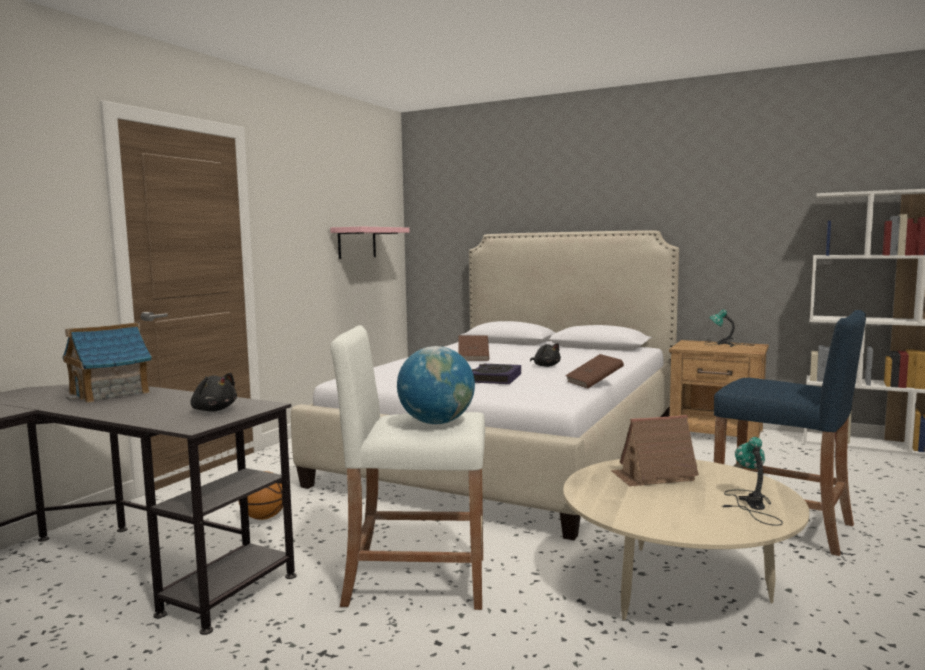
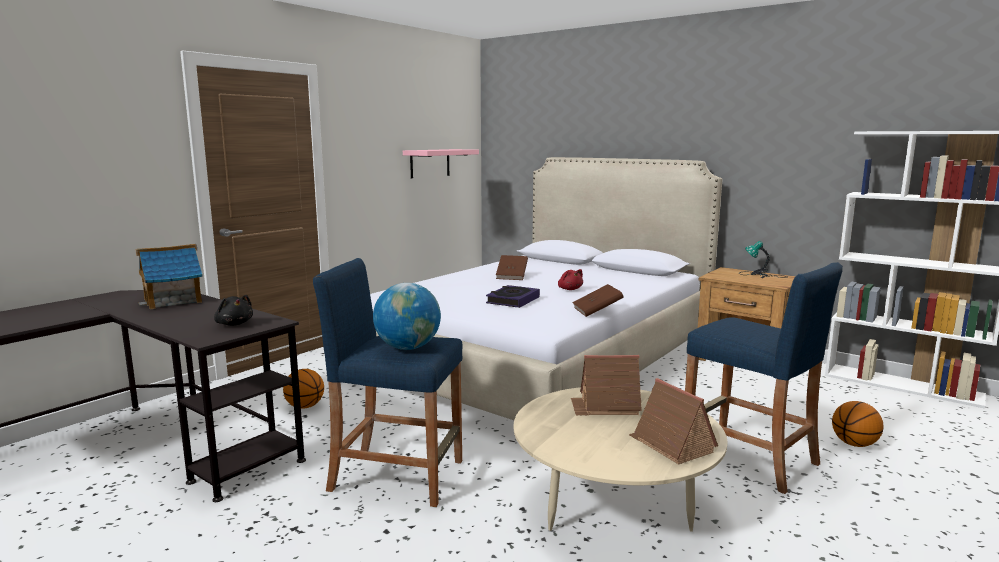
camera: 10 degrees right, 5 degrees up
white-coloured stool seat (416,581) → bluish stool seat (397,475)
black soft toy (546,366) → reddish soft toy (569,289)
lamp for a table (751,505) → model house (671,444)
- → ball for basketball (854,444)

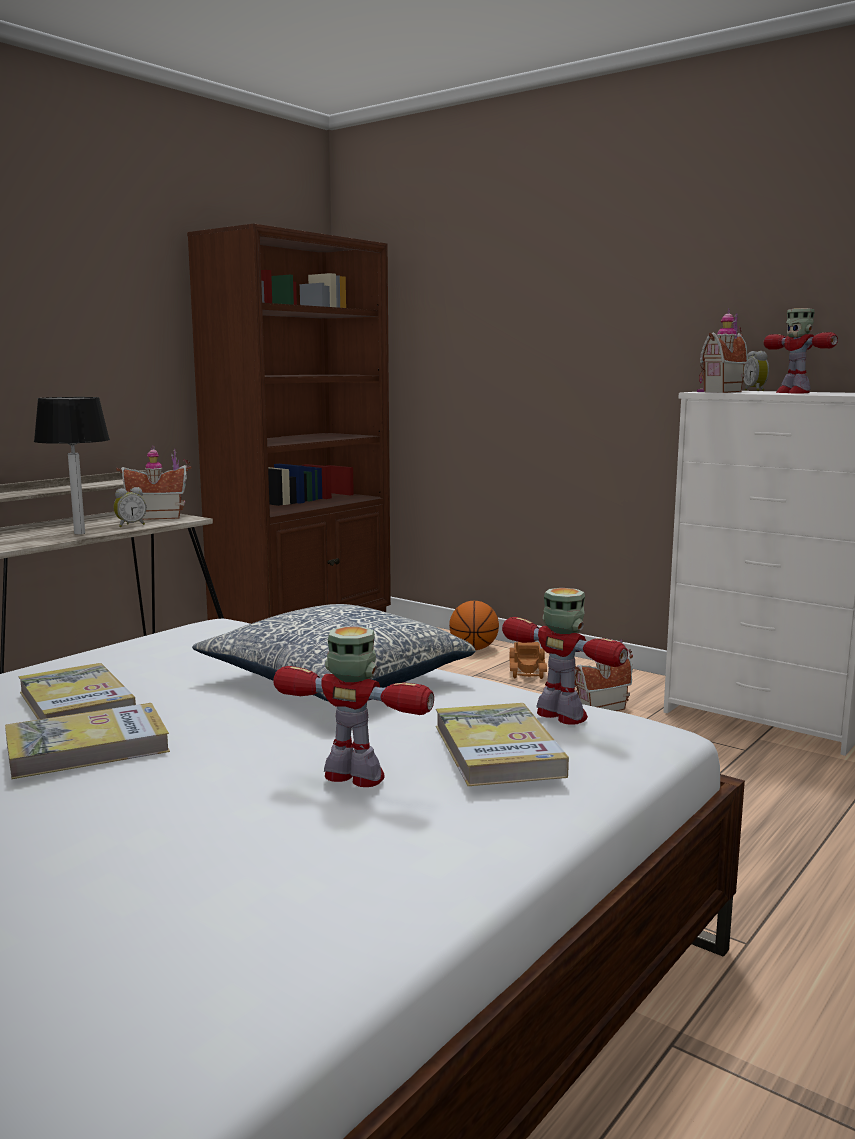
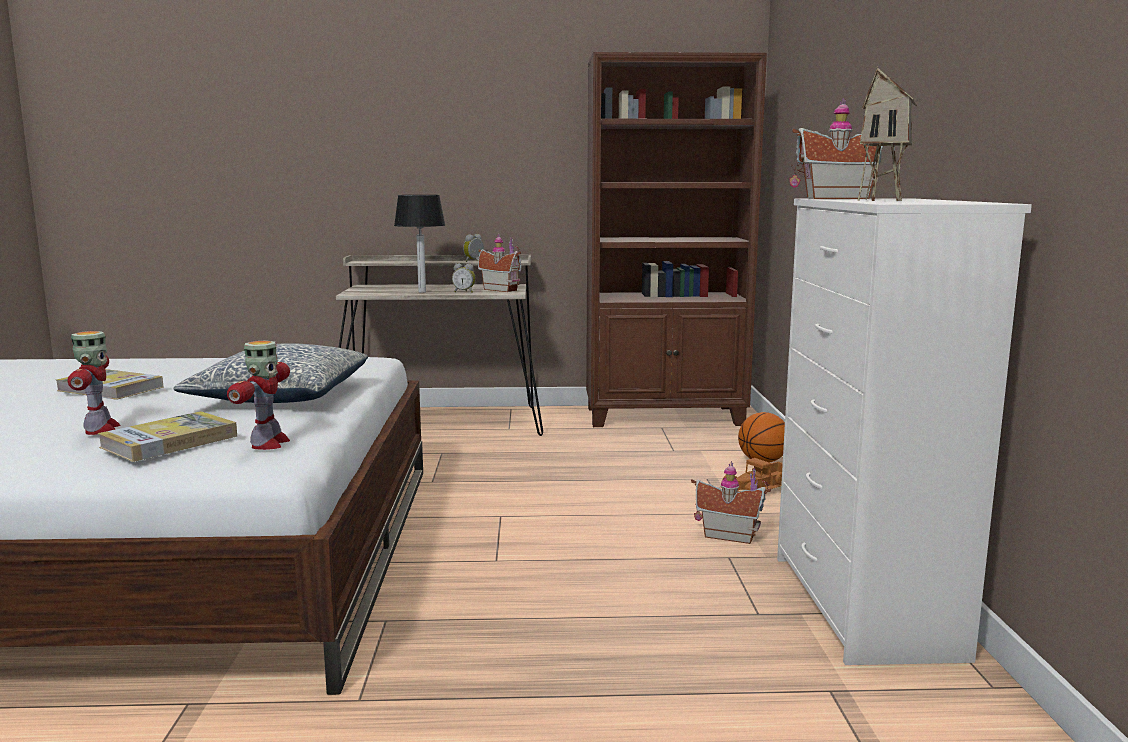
camera: 50 degrees right, 0 degrees up
book (76,703) → -
table clock (756,390) → table clock (474,261), relocated
model robot (792,393) → model house (884,200)

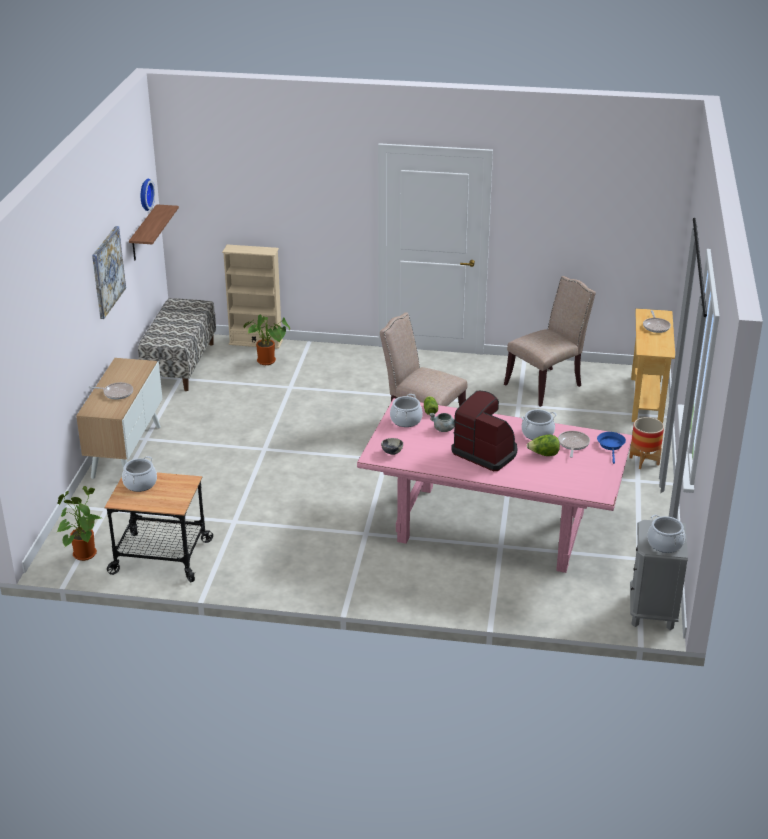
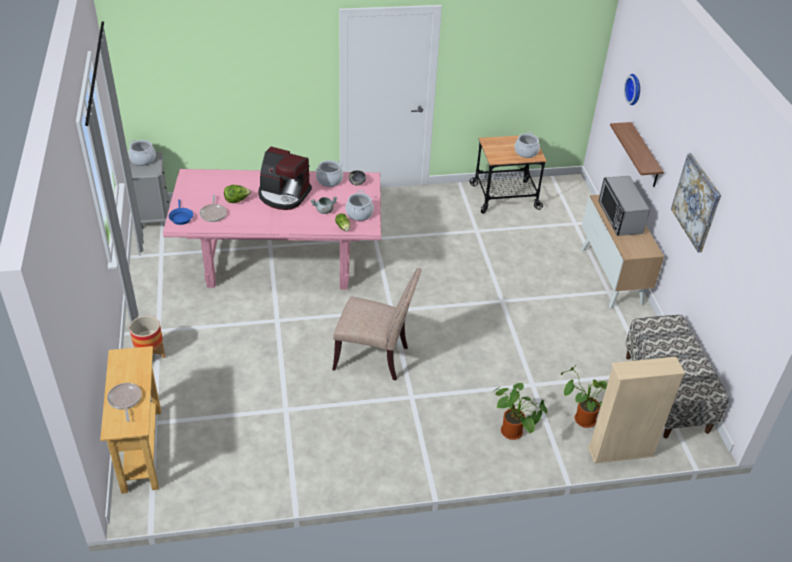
camera: 160 degrees right, 10 degrees up
houseplant (83,553) → houseplant (514,433), relocated
pan (116,393) → microwave oven (619,218)
wall shelf (144,233) → wall shelf (644,156), relocated
clock on the wall (144,194) → clock on the wall (635,89), relocated
beige upright chair (546,385) → -
stockpot (537,434) → stockpot (329,180), relocated

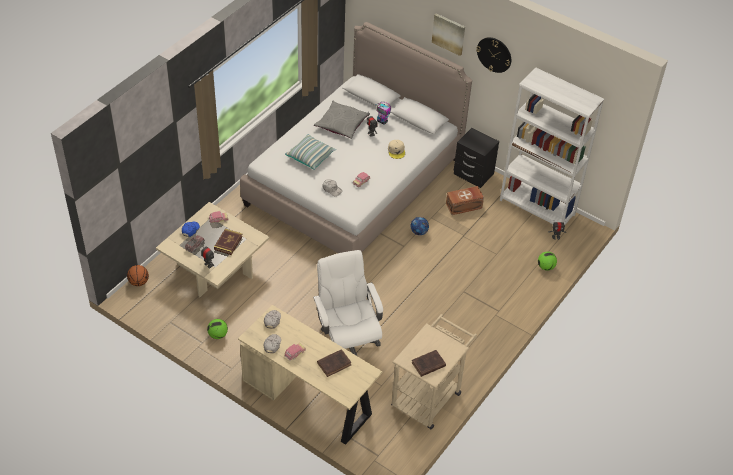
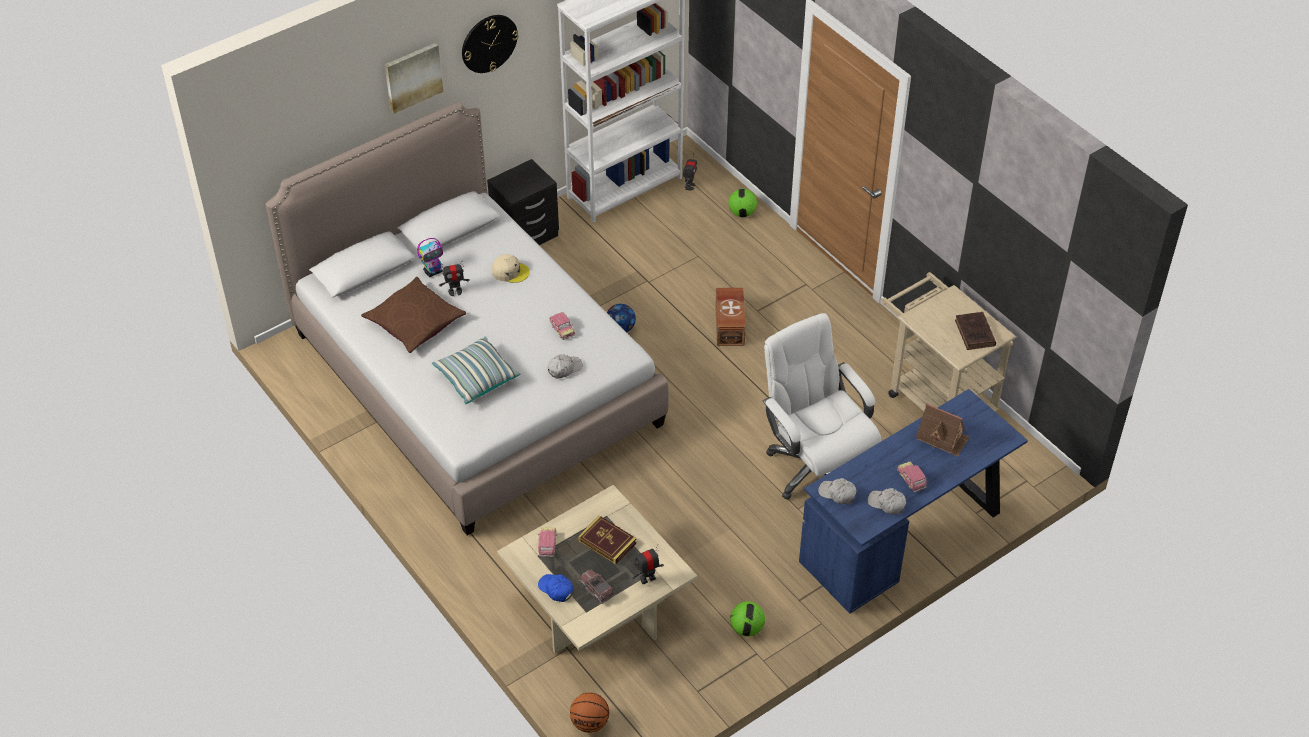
camera: 70 degrees left, 0 degrees up
beige desk table (309,398) → bluish desk table (905,536)
white-coloured office chair (347,343) → white-coloured office chair (814,467), 60 degrees clockwise
grey throw pillow (341,124) → brown-coloured throw pillow (414,322)
brown-coloured book (335,363) → model house (942,437)
brown-coloured storage bin (464,206) → brown-coloured storage bin (730,325), relocated

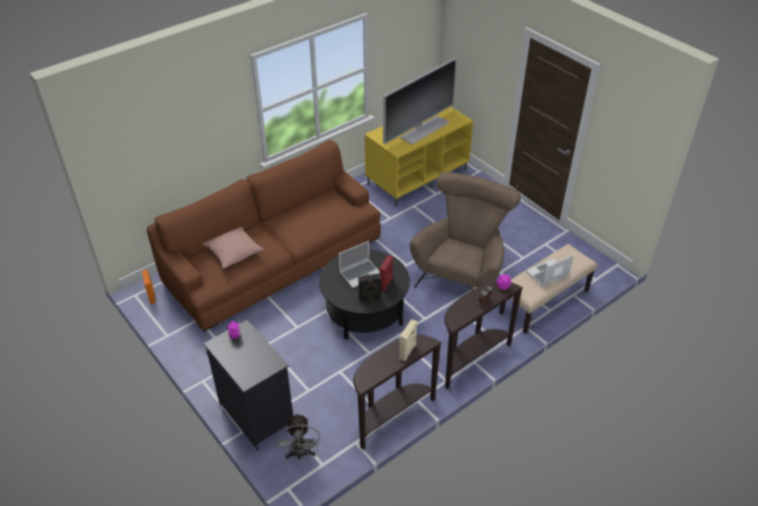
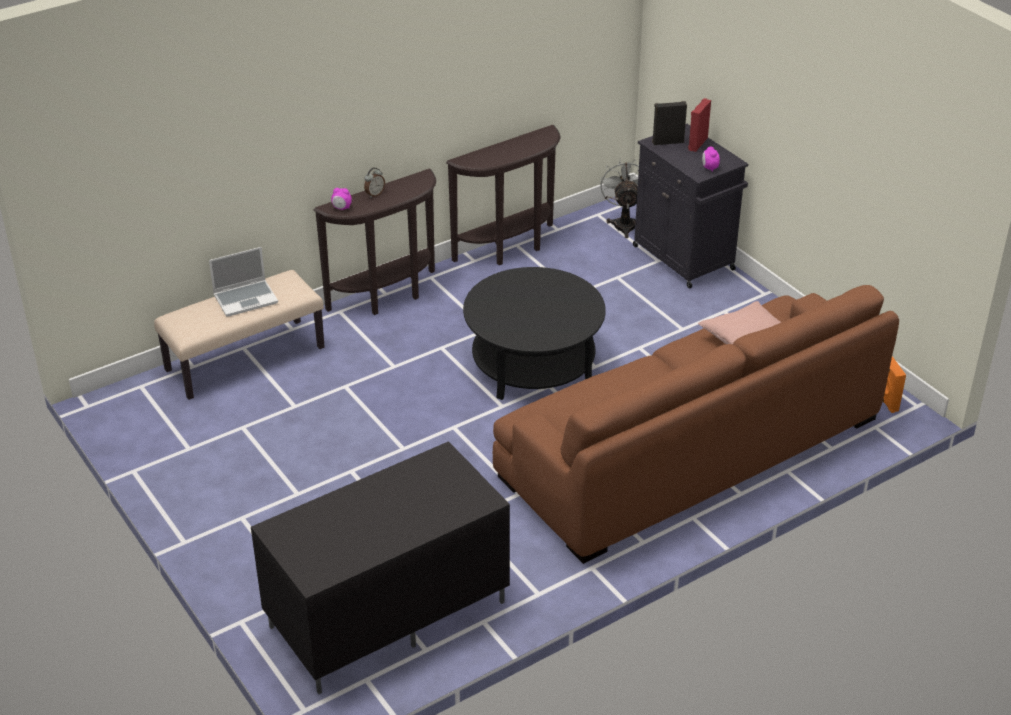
camera: 175 degrees left, 5 degrees down
notebook computer (360,274) → -
black speaker (370,298) → black speaker (667,141), relocated
yellow-coloured media console (417,176) → black media console (387,616)
reddish speaker (386,284) → reddish speaker (697,144), relocated
television (423,129) → -
beige speaker (408,352) → -
brown-coloured armchair (462,271) → -

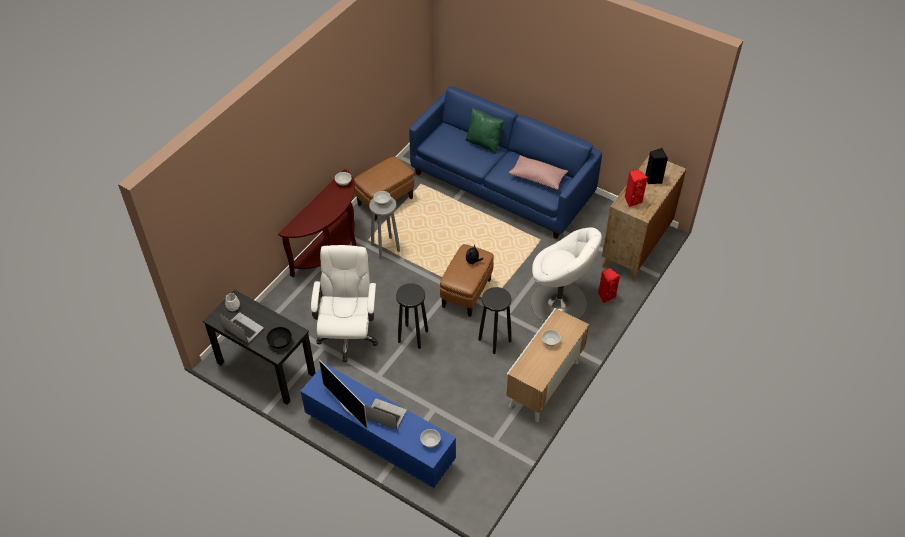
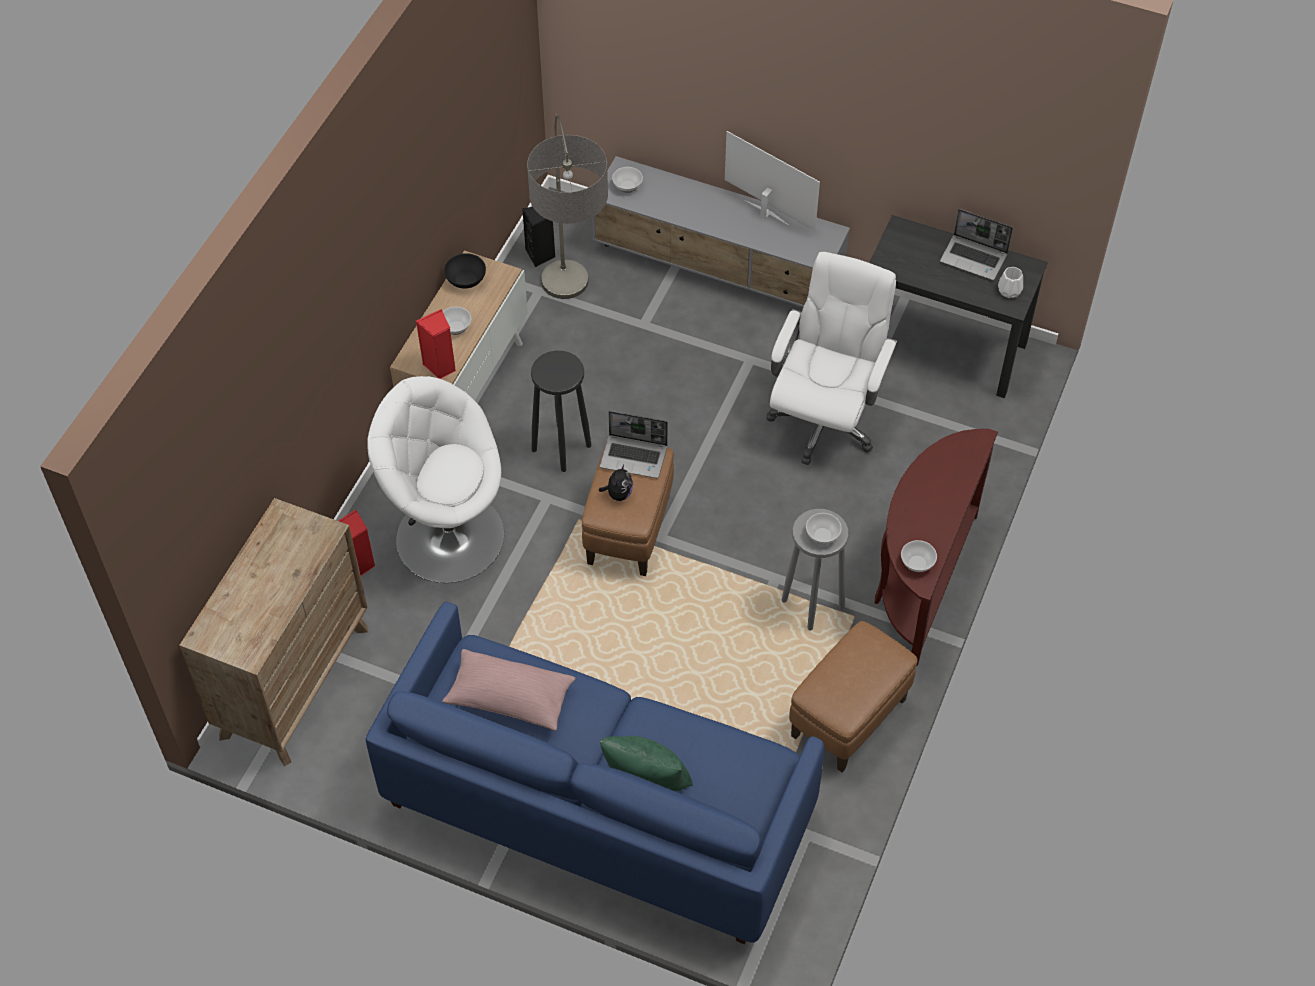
camera: 170 degrees right, 5 degrees up
black serving bowl (280,342) → black serving bowl (466,279), relocated
bluish media console (379,439) → grey media console (718,268)
white-coloured office chair (348,335) → white-coloured office chair (824,420), 150 degrees counterclockwise
notebook computer (385,415) → notebook computer (634,457), relocated
black stool seat (412,336) → -
reddish speaker (632,200) → reddish speaker (440,366), relocated
black speaker (653,179) → black speaker (541,255), relocated
- → standing lamp (572,324)

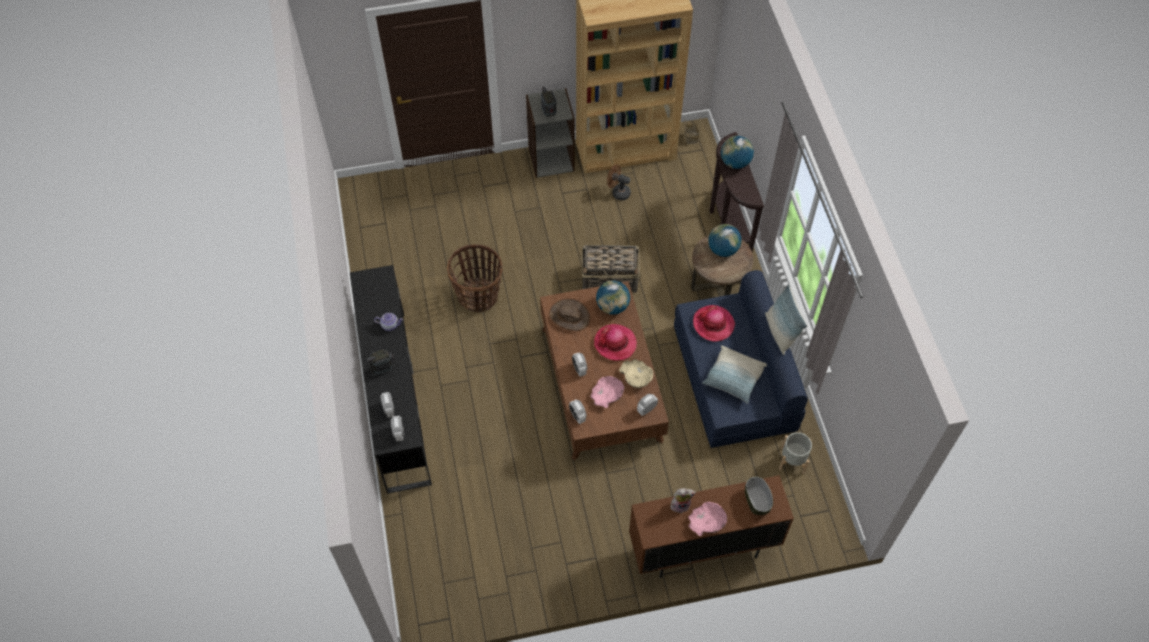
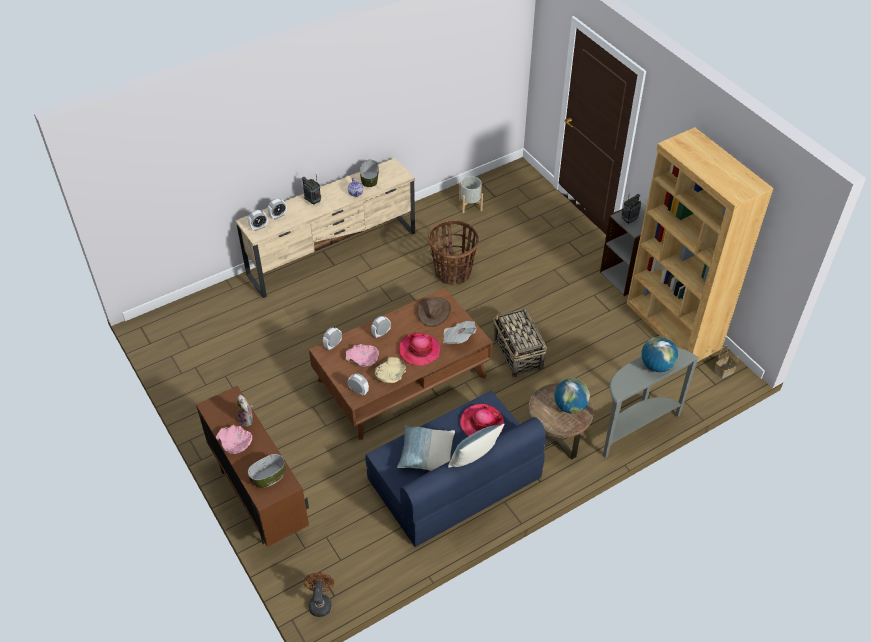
camera: 70 degrees right, 10 degrees down
black media console (396,397) → beige media console (333,253)
world globe (612,306) → printed paper (458,338)
brown-coloured electric fan (618,192) → brown-coloured electric fan (320,602), relocated
brown-coloured console table (727,223) → grey console table (634,427)
grey plant pot (792,460) → grey plant pot (470,205), relocated
- → serving bowl (370,180)

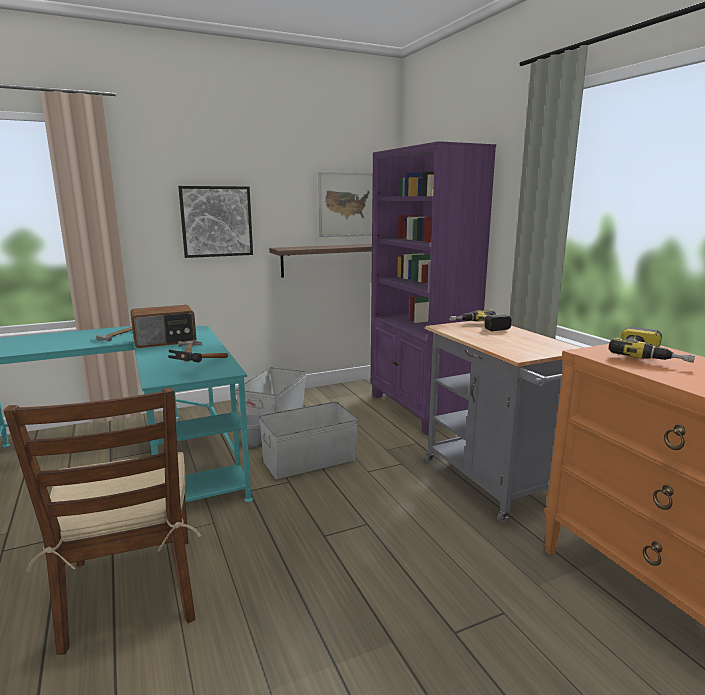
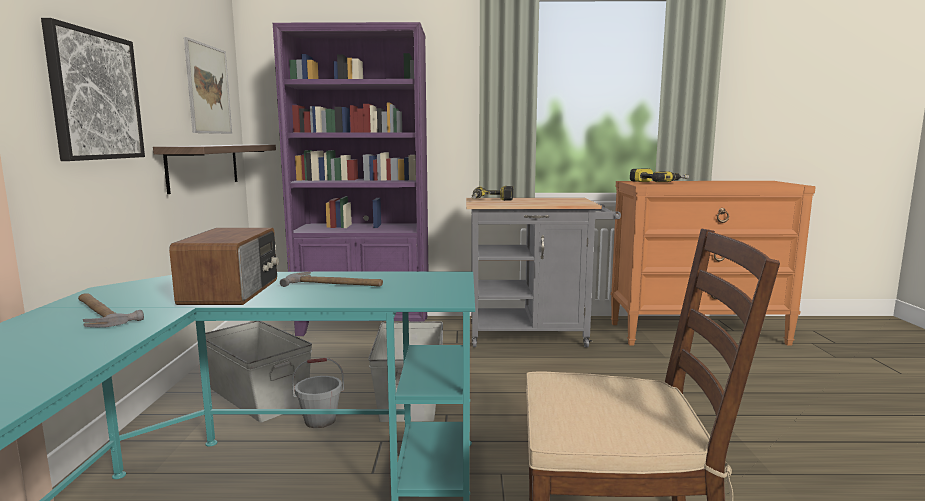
camera: 65 degrees left, 5 degrees down
hand hammer (200,369) → -

